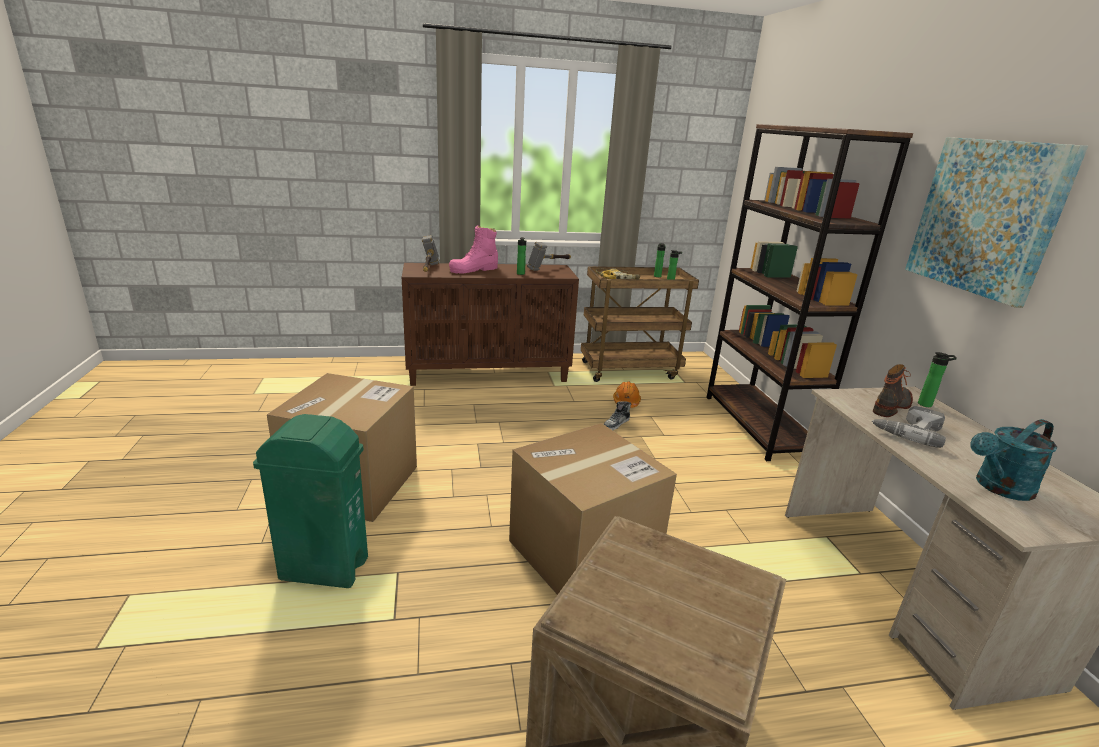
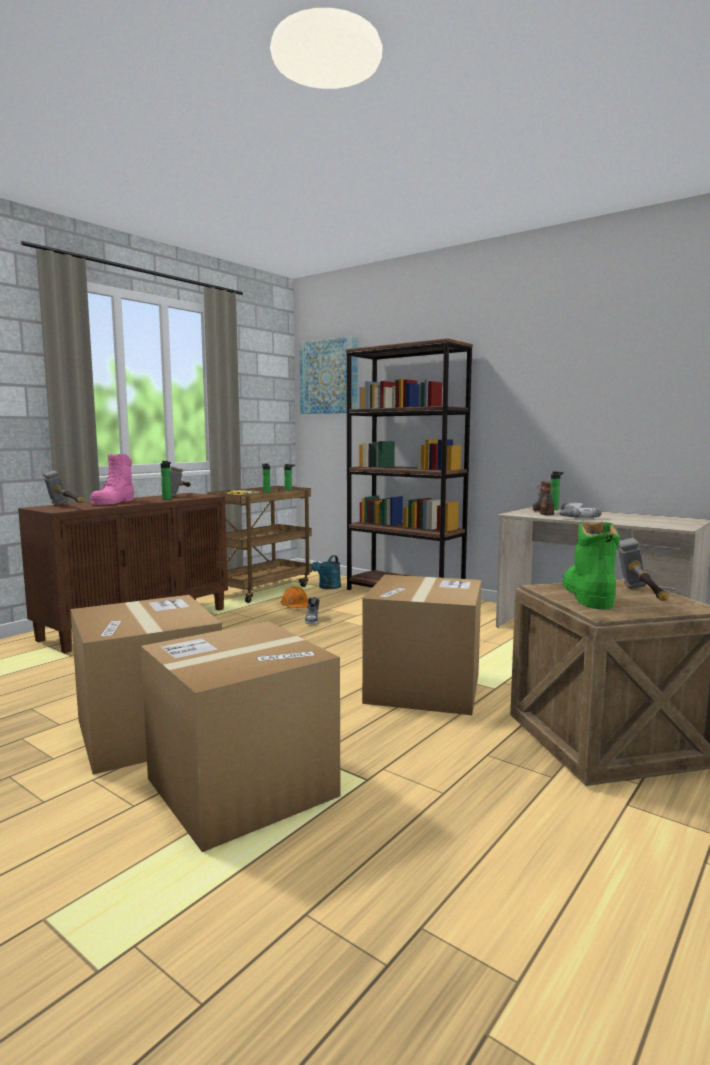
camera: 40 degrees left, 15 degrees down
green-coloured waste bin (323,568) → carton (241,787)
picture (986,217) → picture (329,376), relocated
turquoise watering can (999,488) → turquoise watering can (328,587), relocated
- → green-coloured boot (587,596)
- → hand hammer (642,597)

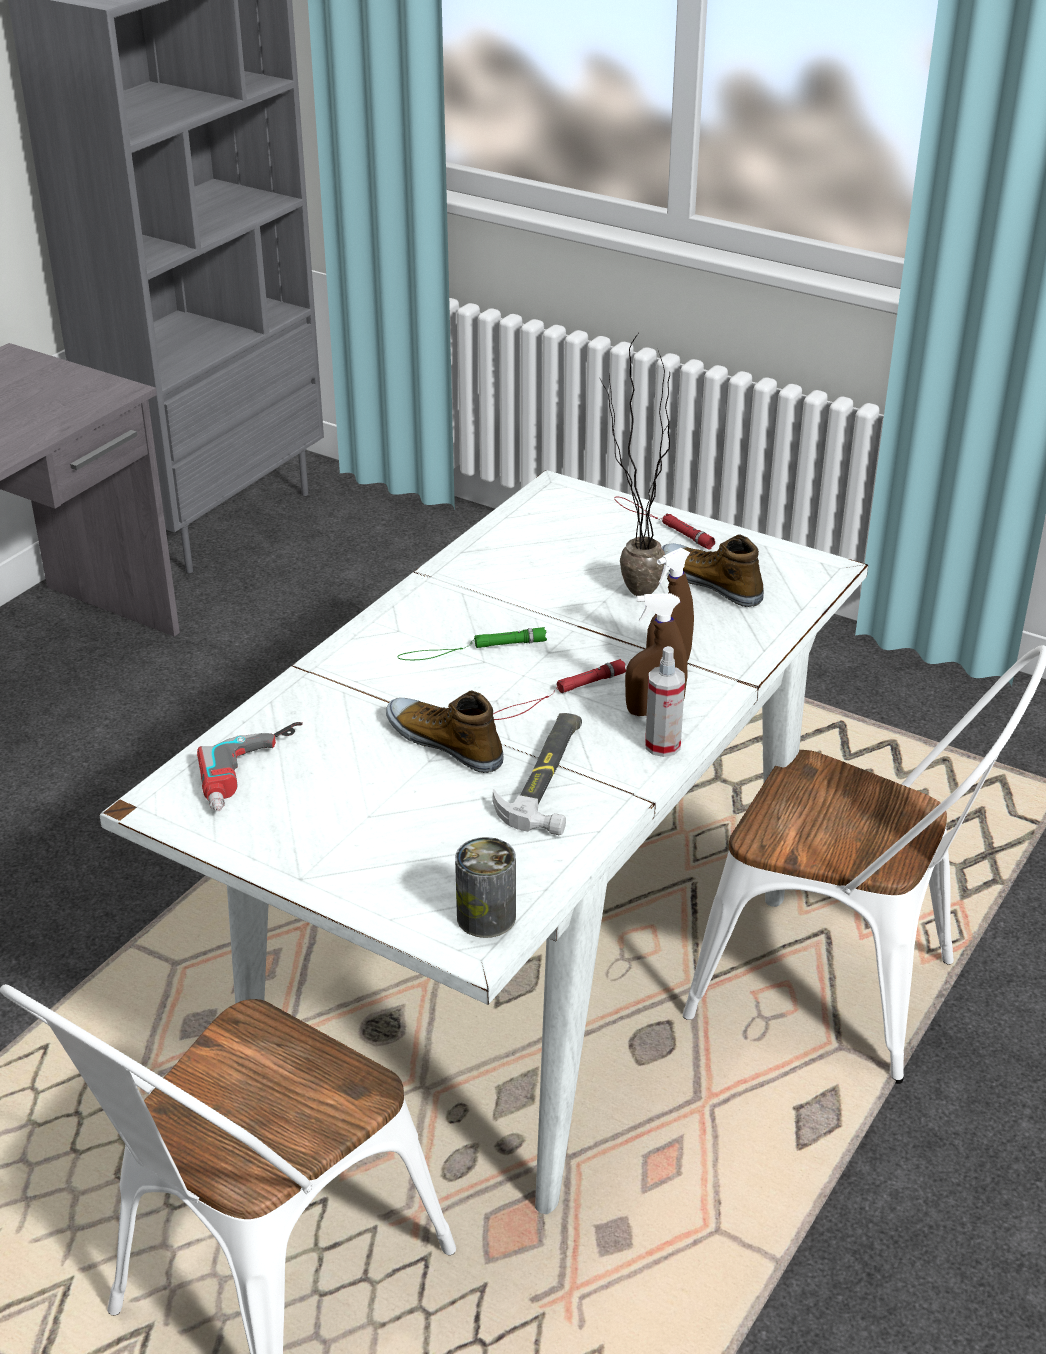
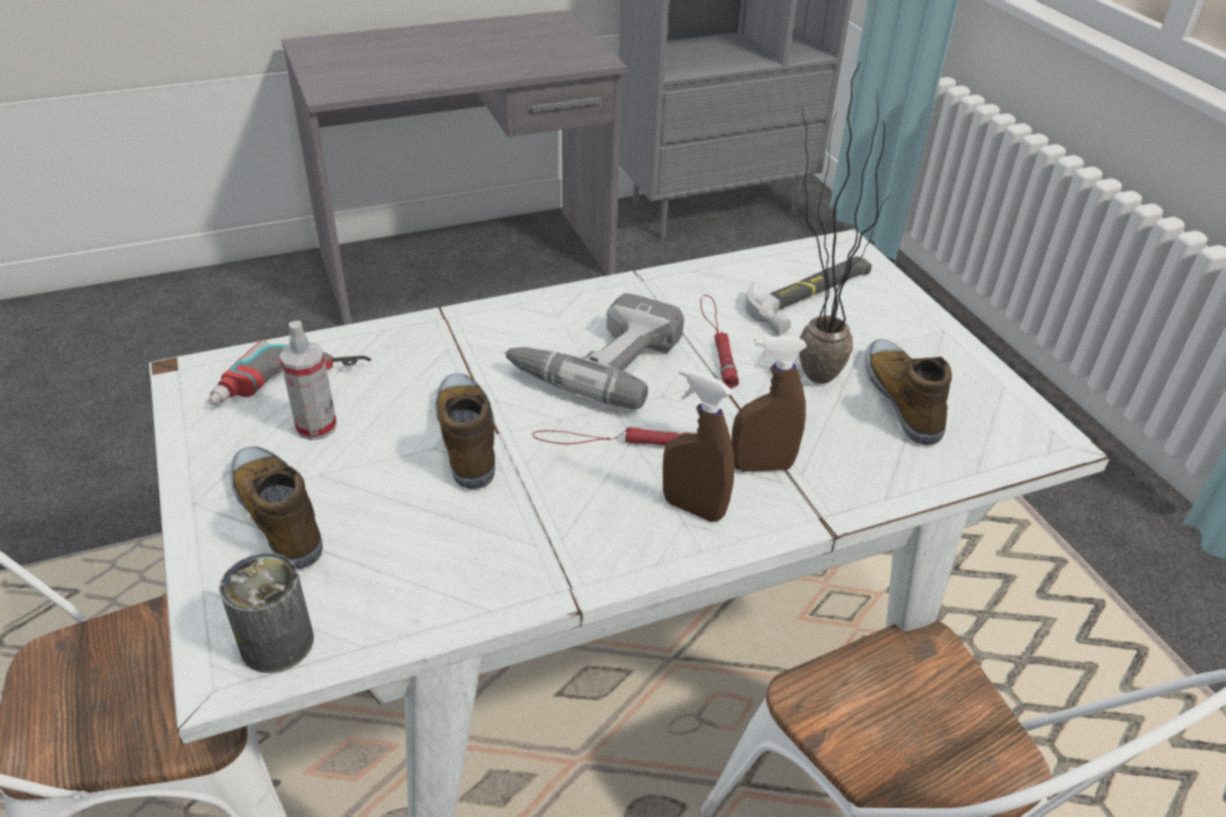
camera: 35 degrees right, 5 degrees up
green-coloured torch (472,649) → drill (597,360)
hand hammer (548,776) → hand hammer (811,295), relocated
reddish torch (661,523) → reddish torch (717,340), relocated
spray bottle (662,745) → spray bottle (316,427), relocated
- → shoe (279,513)

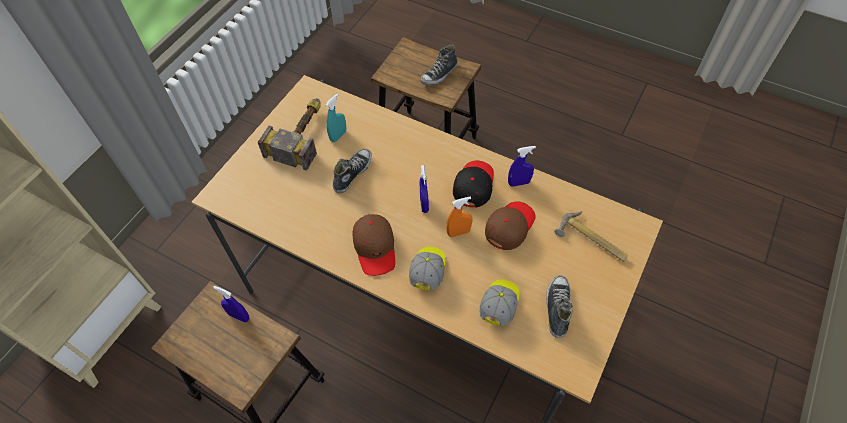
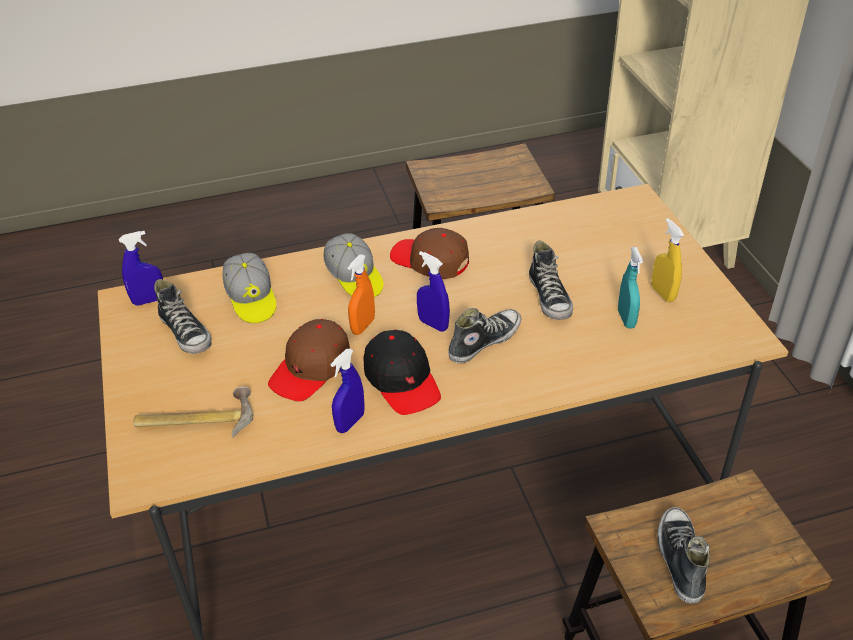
camera: 135 degrees right, 15 degrees down
bluish spray bottle (239,316) → bluish spray bottle (149,300), relocated
hand hammer (303,134) → yellow-coloured spray bottle (663,293)
brown-coloured baseball cap (509,227) → brown-coloured baseball cap (311,368), 45 degrees clockwise
- → shoe (484,341)

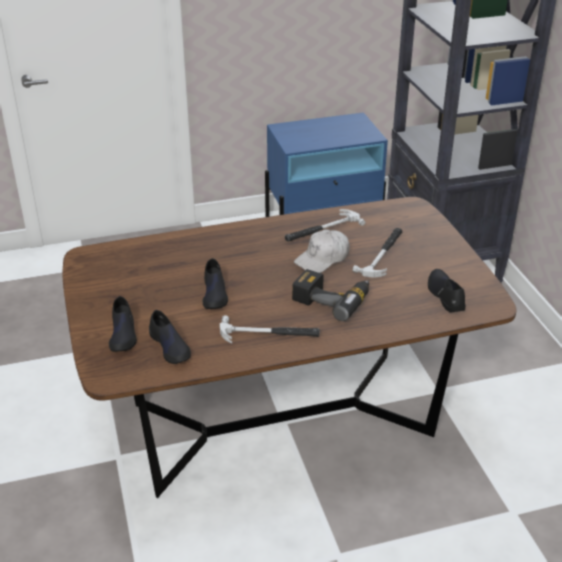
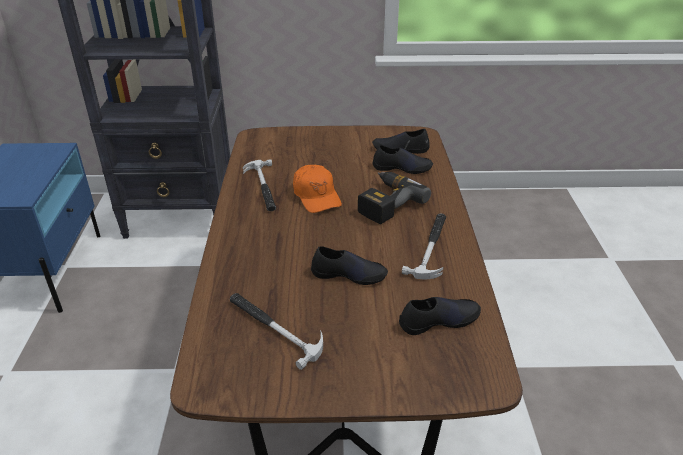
camera: 75 degrees left, 0 degrees up
black shoe (123,334) → black shoe (402,168), relocated
white-coloured baseball cap (322,259) → orange-coloured baseball cap (316,196)
hand hammer (383,254) → hand hammer (274,328), relocated

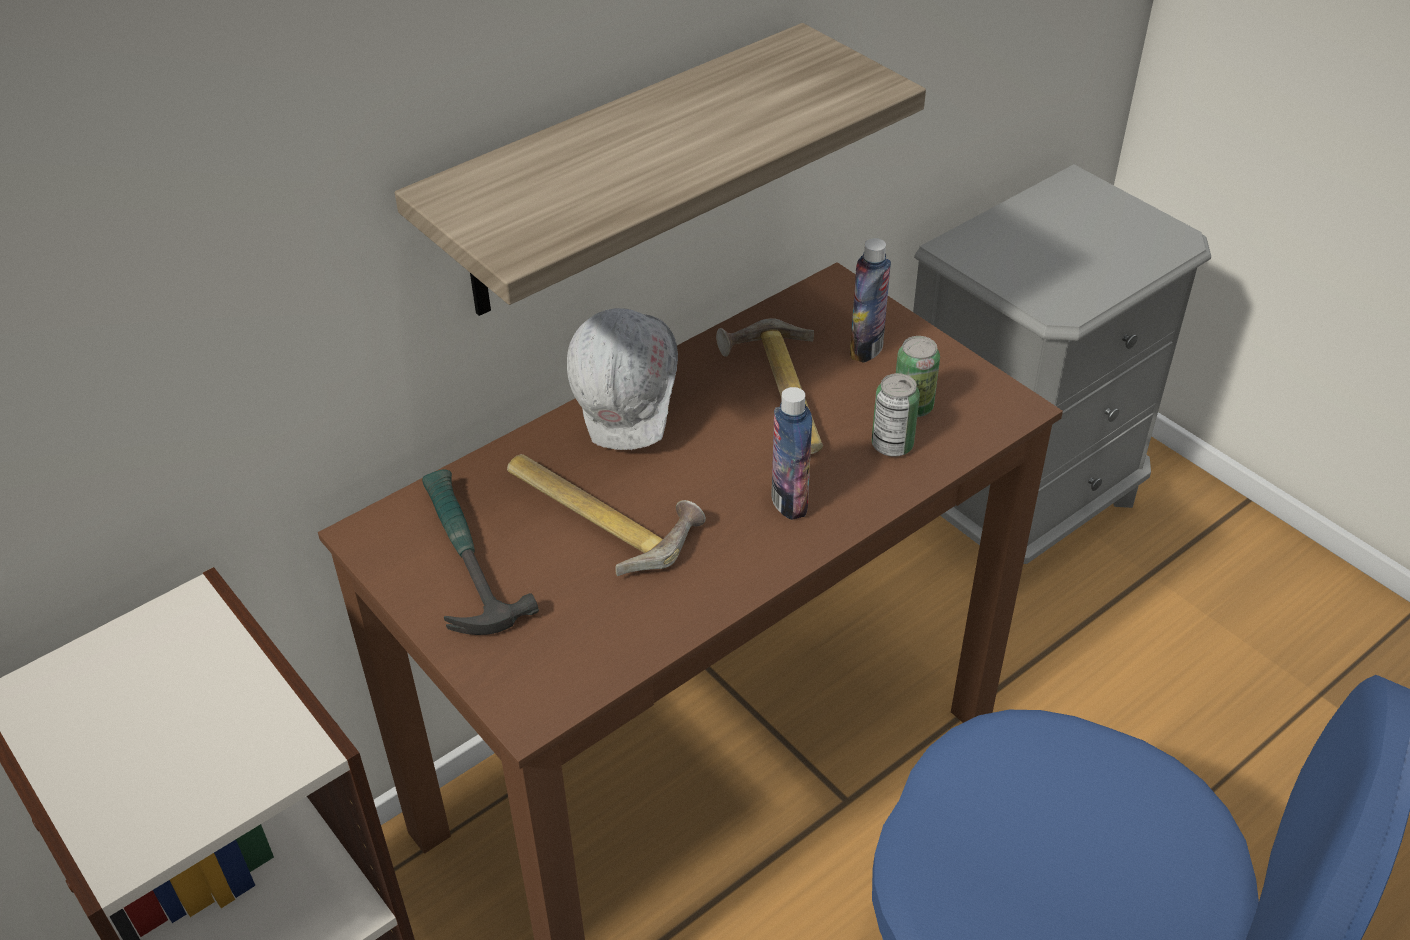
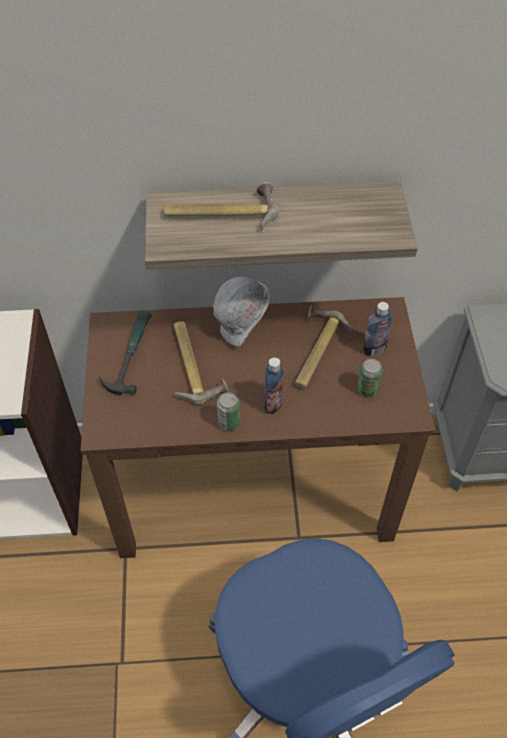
camera: 35 degrees right, 10 degrees up
metal can (892,445) → metal can (229,423), relocated
- → hand hammer (221,212)

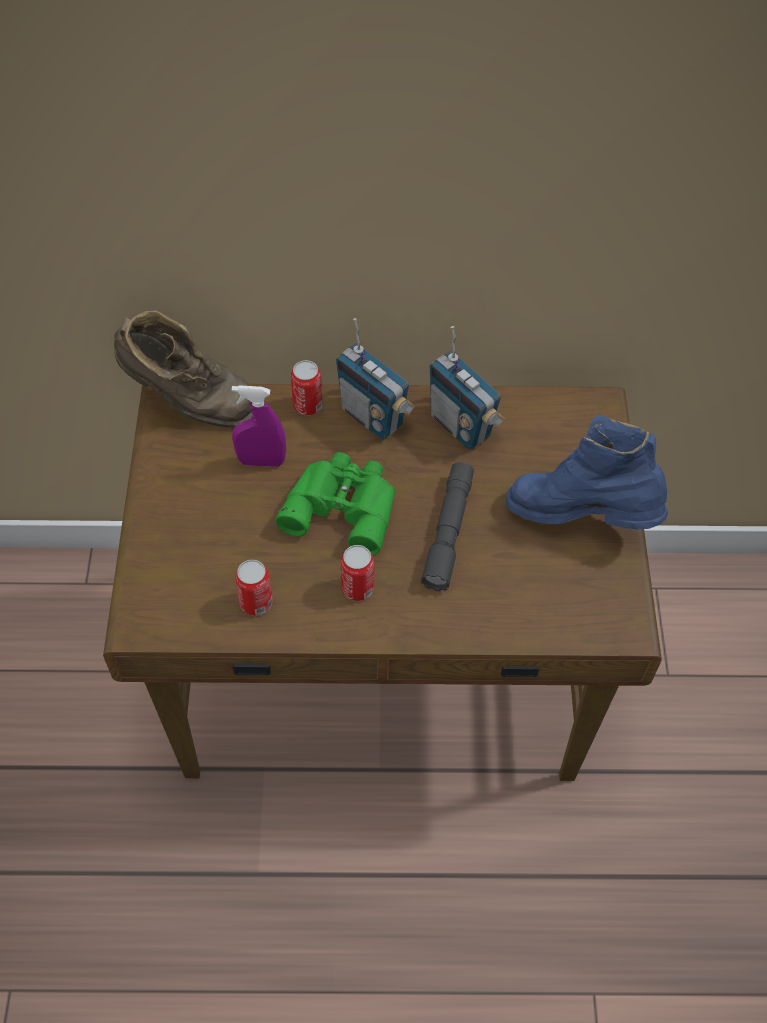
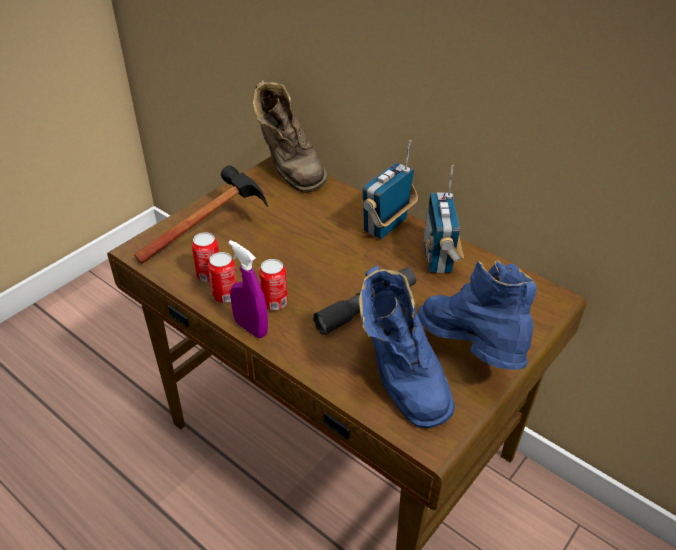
camera: 40 degrees right, 15 degrees down
purple-coloured spray bottle (261,461) → purple-coloured spray bottle (251,328), relocated
green-coloured binoculars (343,505) → -
metal can (307,405) → metal can (225,295), relocated
radio set (372,416) → radio set (386,226), 45 degrees clockwise
- → hand hammer (215,229)
- → bluish boot (399,377)

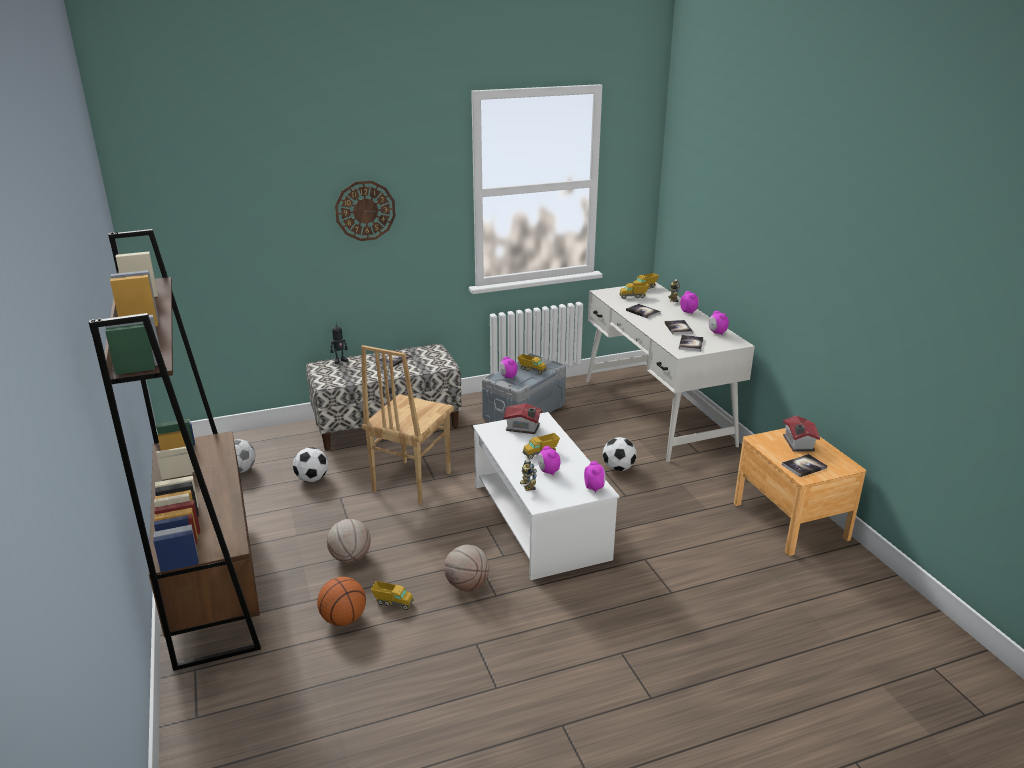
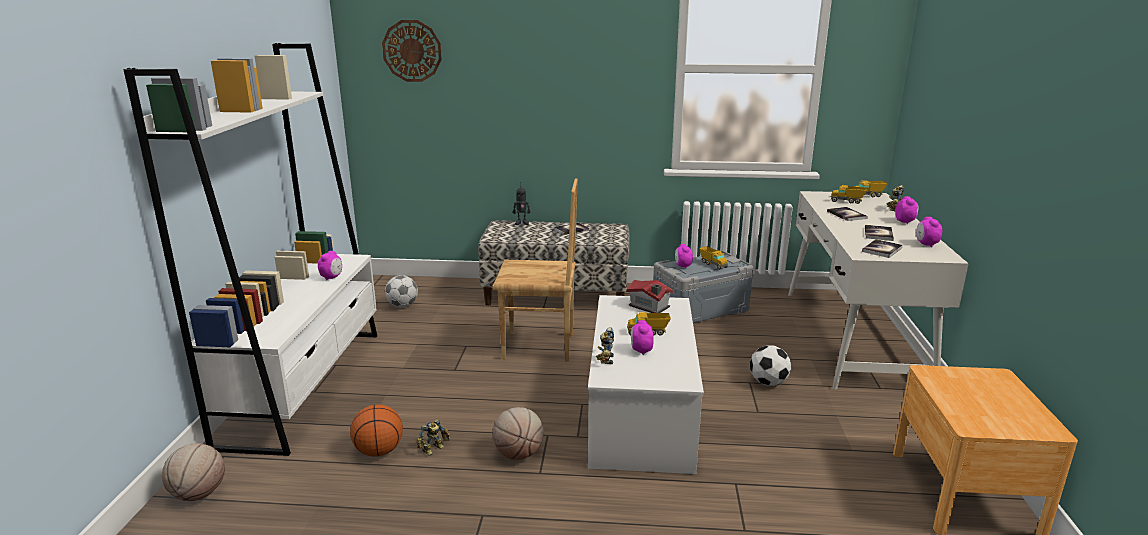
camera: 25 degrees right, 5 degrees down
brown-coloured bookshelf (212,578) → white-coloured bookshelf (305,385)
ball for football (312,479) → -
ball for basketball (350,558) → ball for basketball (198,494), relocated
clock on the wall (365,210) → clock on the wall (412,51), relocated
brown-coloured upright chair (410,482) → brown-coloured upright chair (539,347), 135 degrees counterclockwise
toy lorry (393,602) → model robot (435,449)
table clock (594,487) → table clock (332,277), relocated
book (804,466) → -
model house (797,444) → -

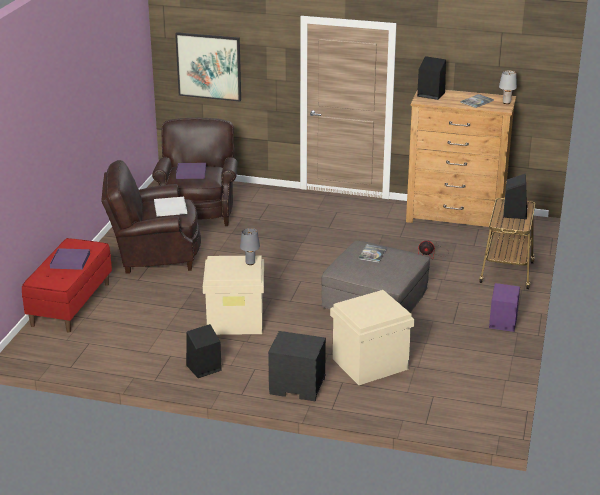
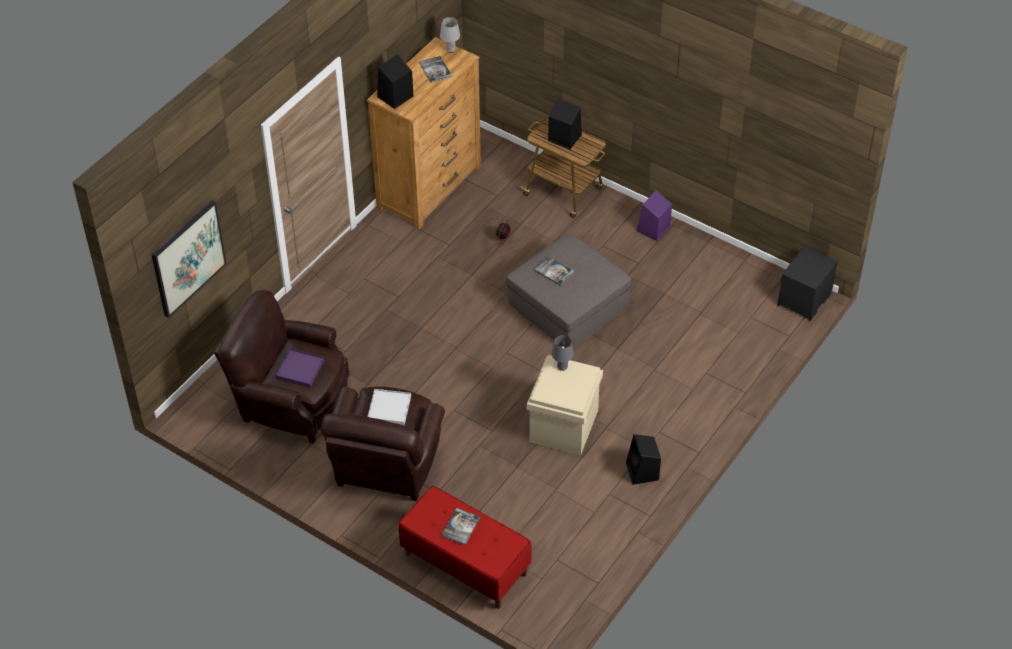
camera: 70 degrees left, 20 degrees up
purple-coloured tray (70,261) → book (460,527)
black nightstand (296,387) → black nightstand (804,301), relocated
beige storage bin (369,364) → -

